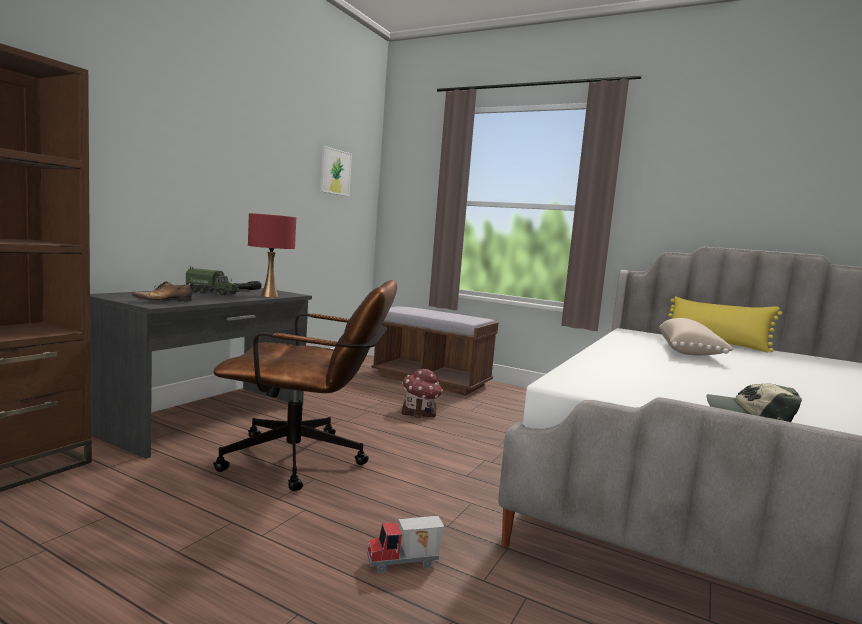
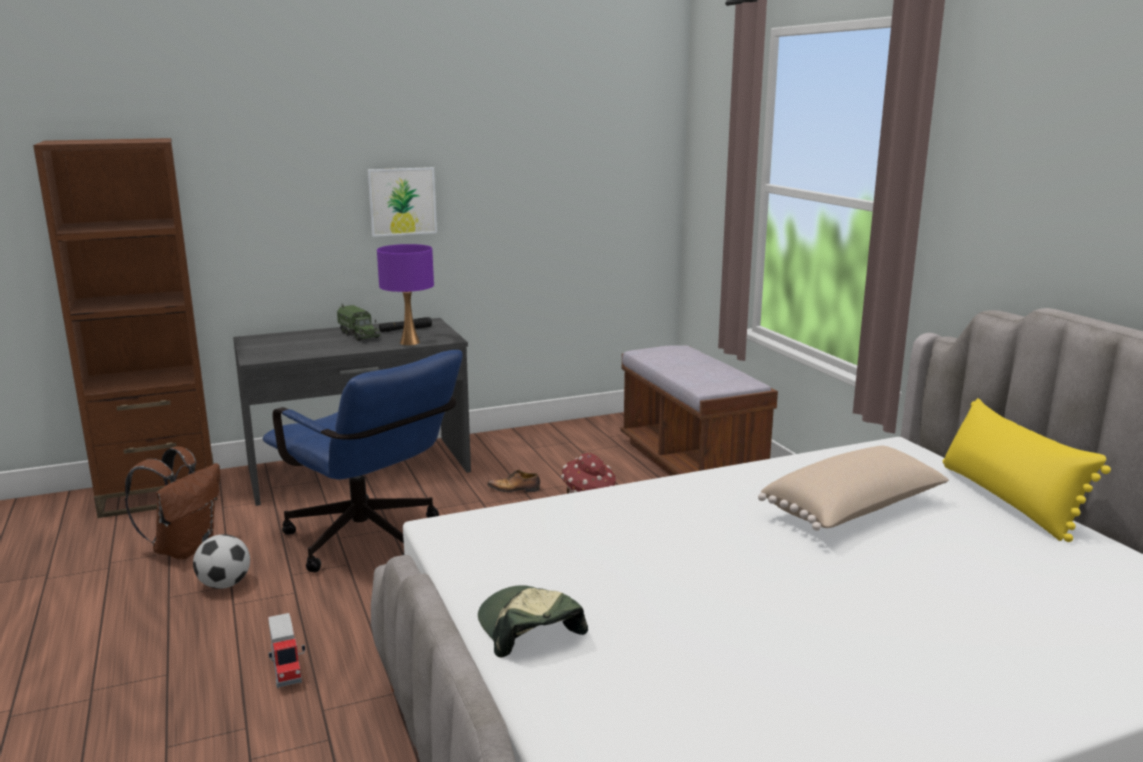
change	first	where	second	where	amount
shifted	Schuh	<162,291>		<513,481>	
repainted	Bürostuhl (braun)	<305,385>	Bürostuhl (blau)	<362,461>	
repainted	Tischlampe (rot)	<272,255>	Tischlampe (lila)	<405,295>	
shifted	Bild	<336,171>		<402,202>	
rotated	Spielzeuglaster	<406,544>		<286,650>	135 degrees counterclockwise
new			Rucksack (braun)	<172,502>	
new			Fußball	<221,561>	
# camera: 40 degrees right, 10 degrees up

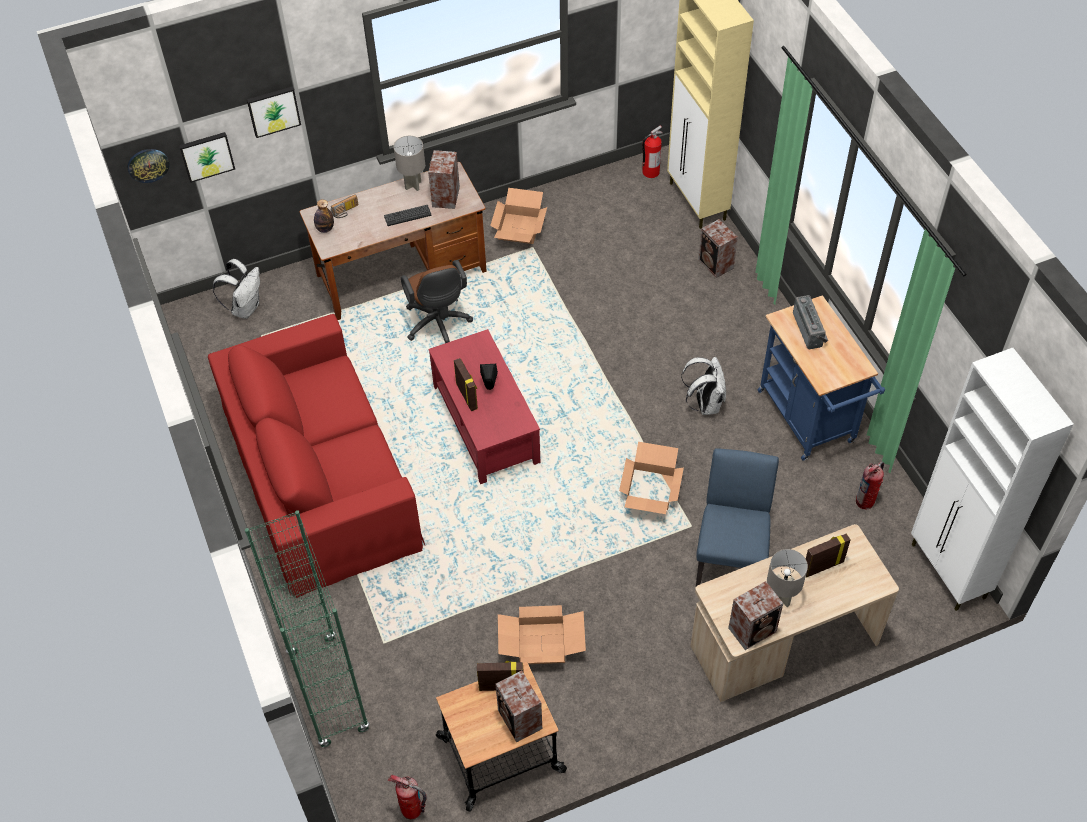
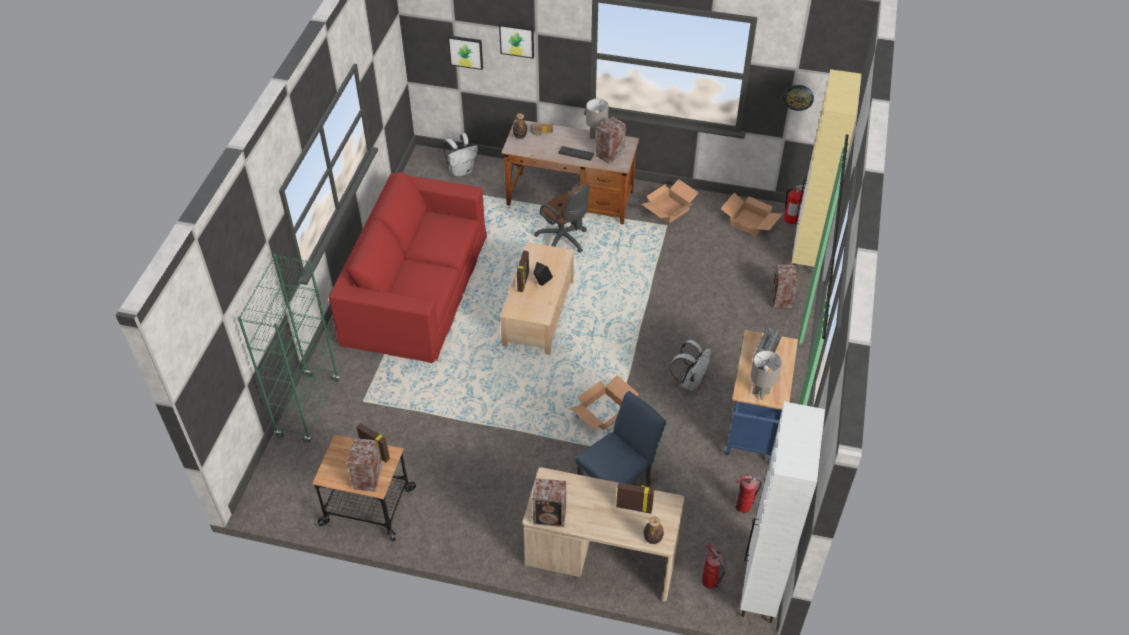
change	first	where	second	where	amount
shifted	Wanduhr	<149,166>		<798,98>	
shifted	Feuerlöscher	<407,797>		<713,566>	
rotated	Bürostuhl (braun)	<437,301>		<562,217>	60 degrees counterclockwise
repainted	Couchtisch (rot)	<484,406>	Couchtisch (beige)	<537,298>	
shifted	Karton	<542,634>		<751,214>	
shifted	Tischlampe (grau)	<787,578>		<766,375>	
new			Flasche	<654,530>	
# camera: 35 degrees right, 5 degrees down

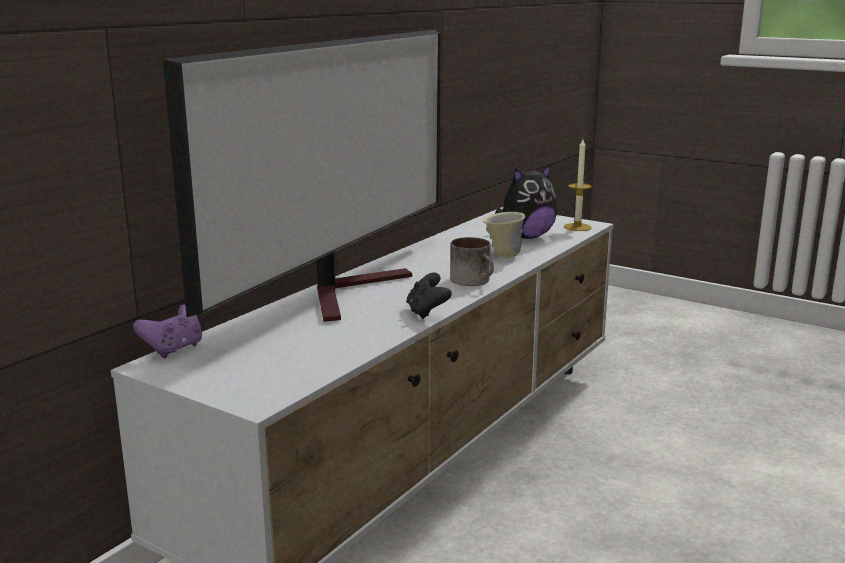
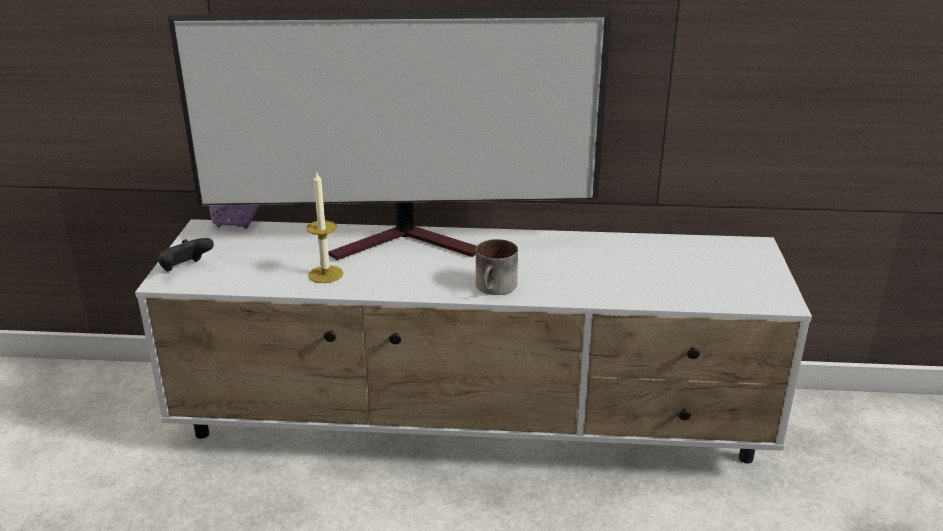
change	first	where	second	where	amount
shifted	Gamepad (schwarz)	<429,295>		<186,254>	
gone	Henkelbecher (beige)	<504,235>			
gone	Plüschtier	<526,201>			
shifted	Kerze	<578,185>		<324,227>	
# camera: 60 degrees right, 10 degrees up

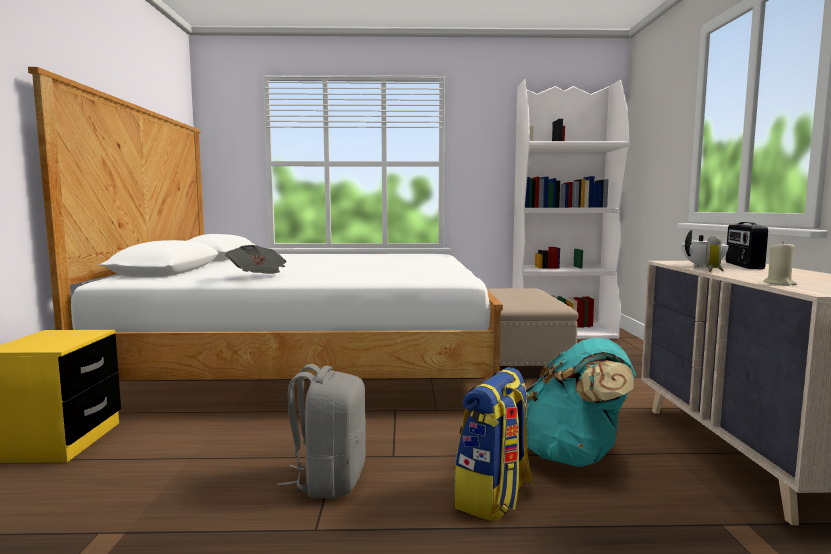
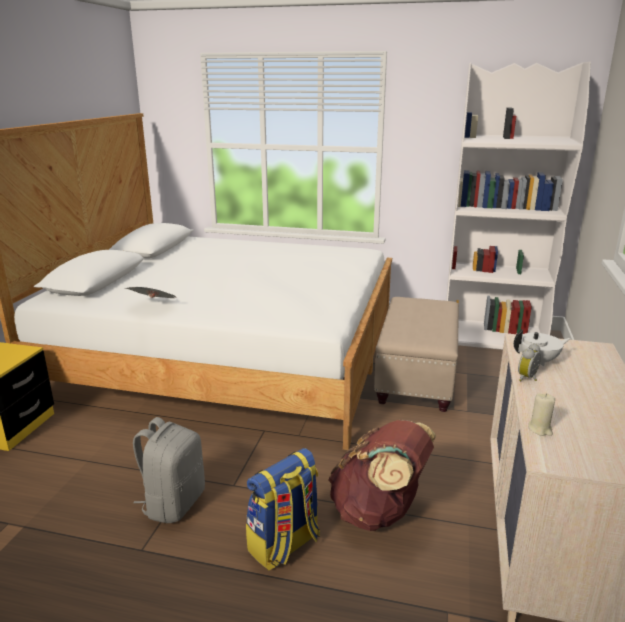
change	first	where	second	where	amount
repainted	Rucksack (türkis)	<581,402>	Rucksack (braun)	<382,475>	
gone	Radio	<747,245>			
# camera: 15 degrees right, 15 degrees up

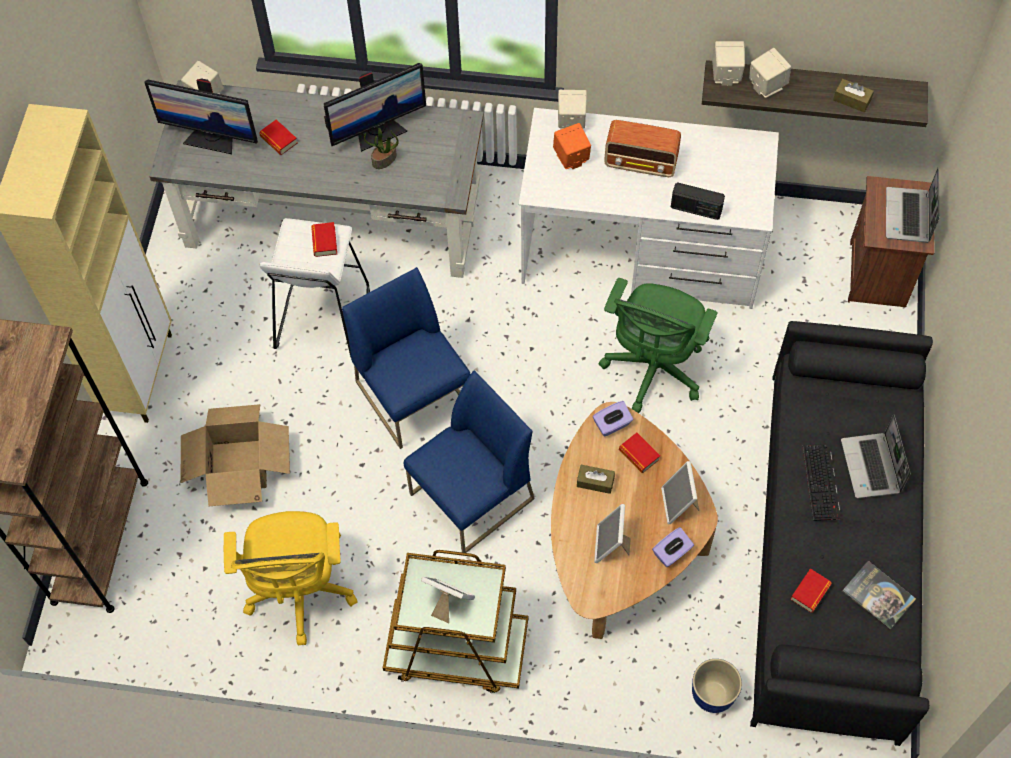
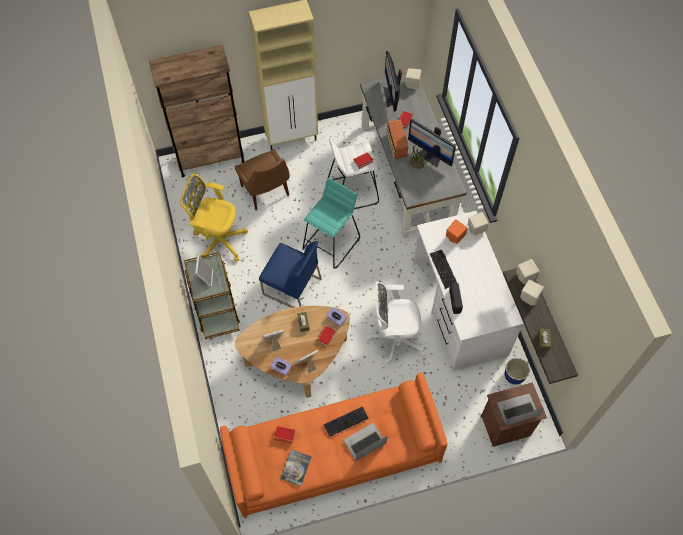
change	first	where	second	where	amount
swapped	Karton	<235,455>	Stuhl (braun)	<262,179>	
rotated	Bürostuhl (gelb)	<291,578>		<214,217>	45 degrees clockwise
swapped	Stuhl (blau)	<406,358>	Hocker (türkis)	<331,223>	
repainted	Bürostuhl (grün)	<658,345>	Bürostuhl (weiß)	<396,322>	
shifted	Radio	<642,148>		<397,139>	
shifted	Pflanzkübel	<717,686>		<517,371>	
repainted	Sofa (schwarz)	<841,533>	Sofa (orange)	<334,445>	
new			Tastatur	<443,269>	
# camera: 65 degrees right, 0 degrees up

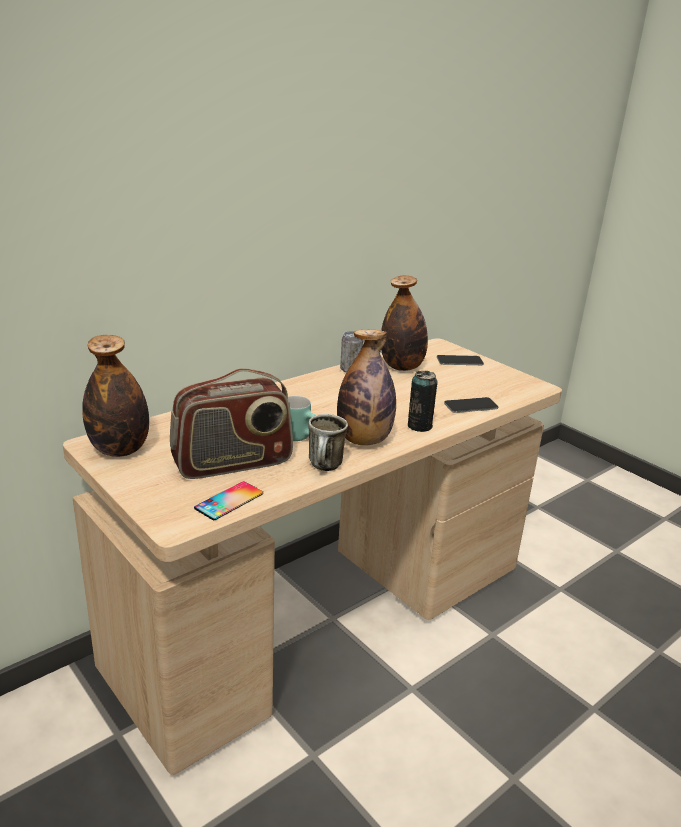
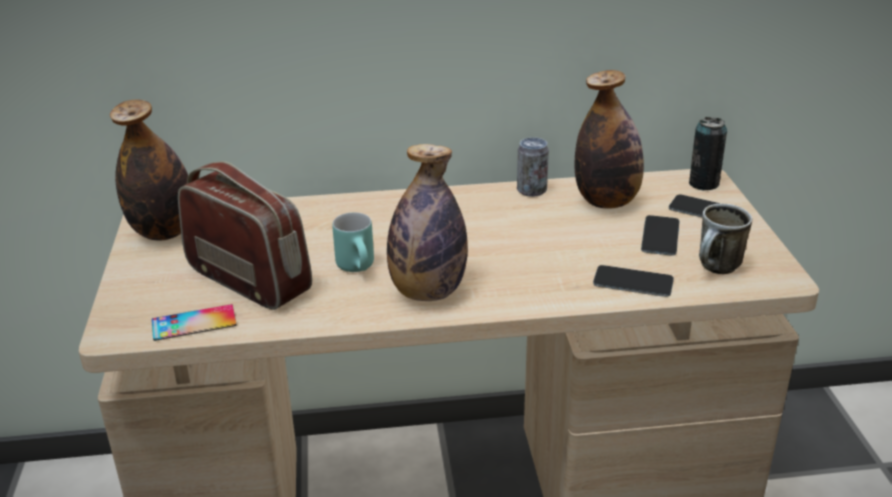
change	first	where	second	where	amount
rotated	Radio	<231,423>		<245,235>	150 degrees counterclockwise
shifted	Henkelbecher	<328,442>		<725,238>	
shifted	Dose	<423,401>		<708,153>	
new			Handy	<660,235>	
# camera: 35 degrees right, 5 degrees up

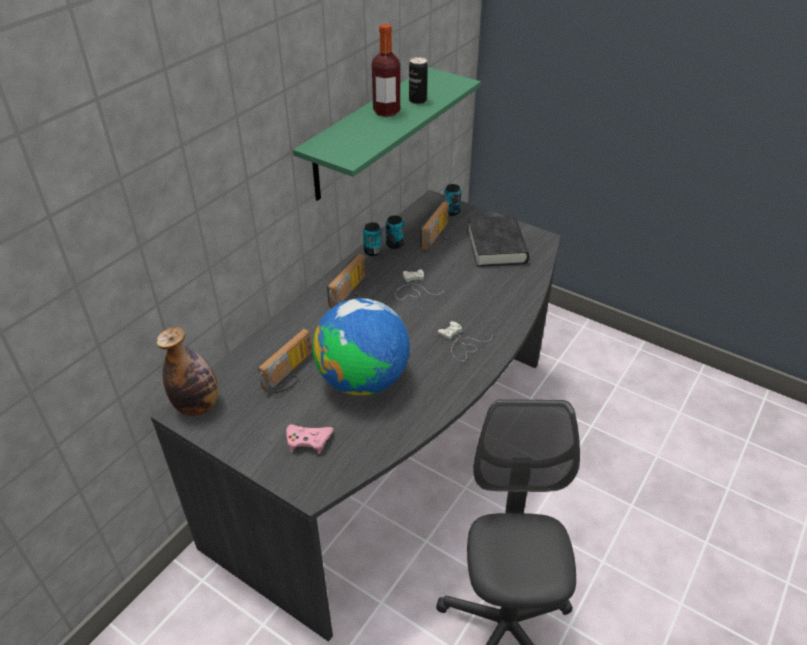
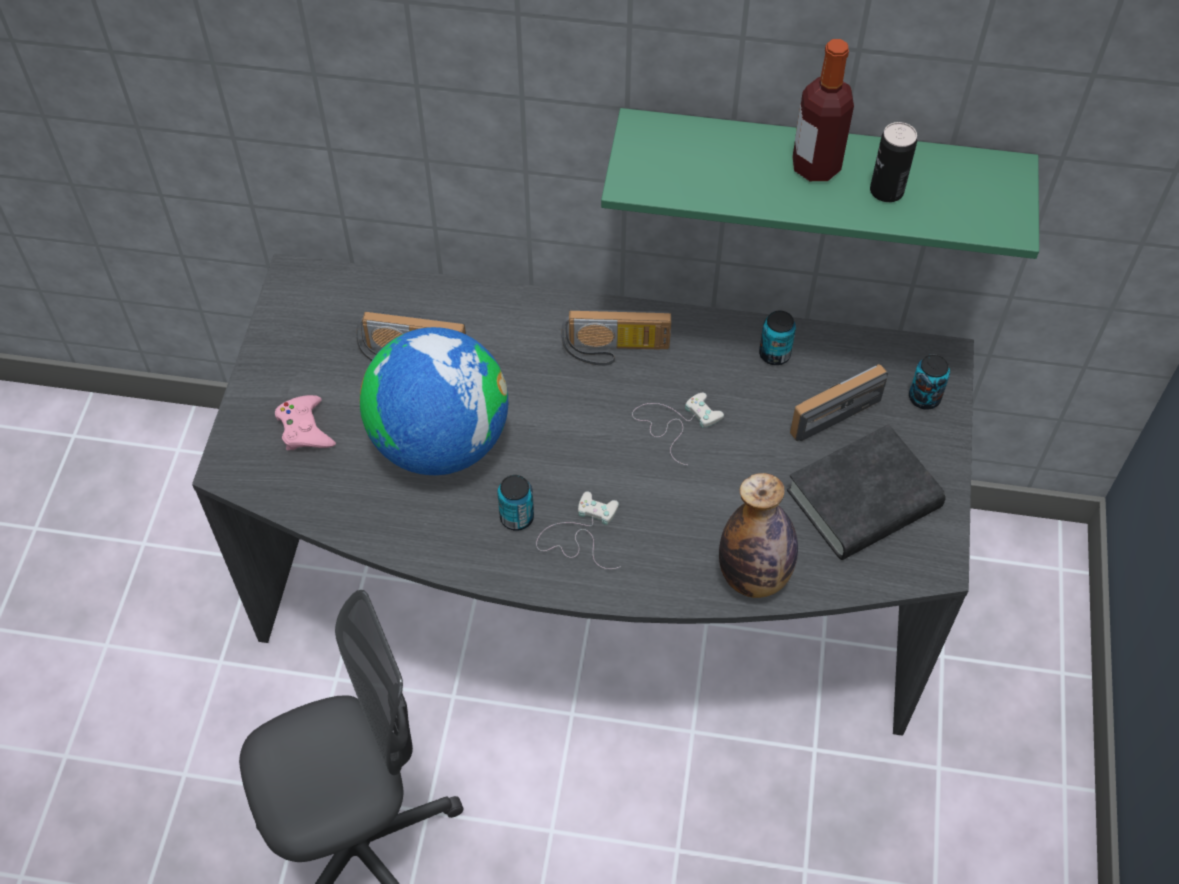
change	first	where	second	where	amount
shifted	Flasche	<187,371>		<758,535>	
shifted	Dose	<372,239>		<515,503>	
rotated	Radio	<434,225>		<839,402>	150 degrees clockwise
# camera: 65 degrees right, 15 degrees up

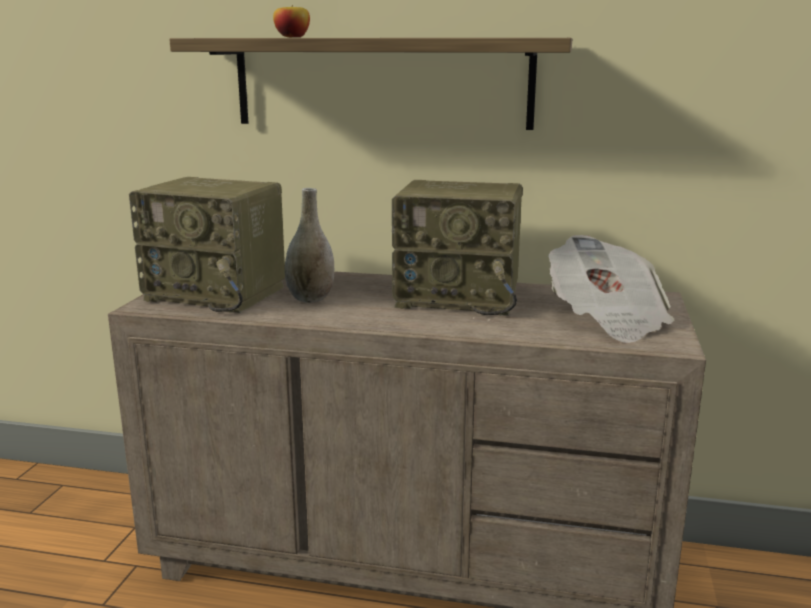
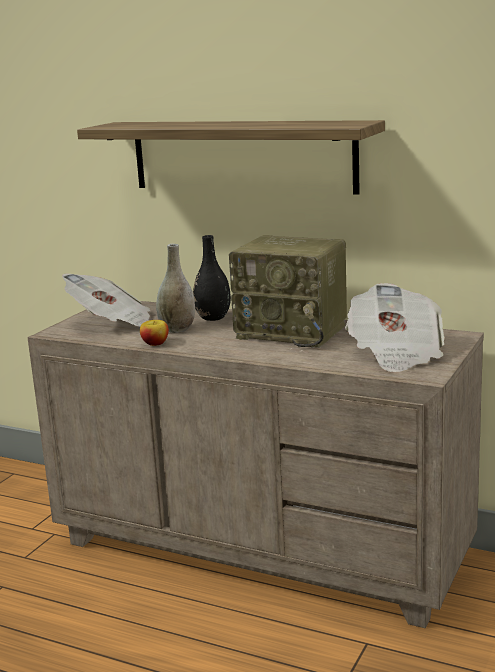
change	first	where	second	where	amount
swapped	Radio	<207,245>	Zeitung	<106,300>	
shifted	Apfel	<291,21>		<154,333>	
new			Vase (schwarz)	<212,278>	
# camera: 15 degrees right, 0 degrees up

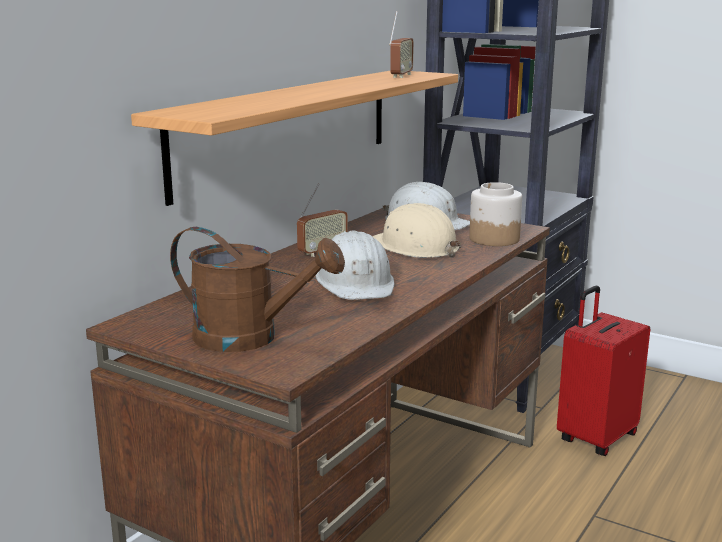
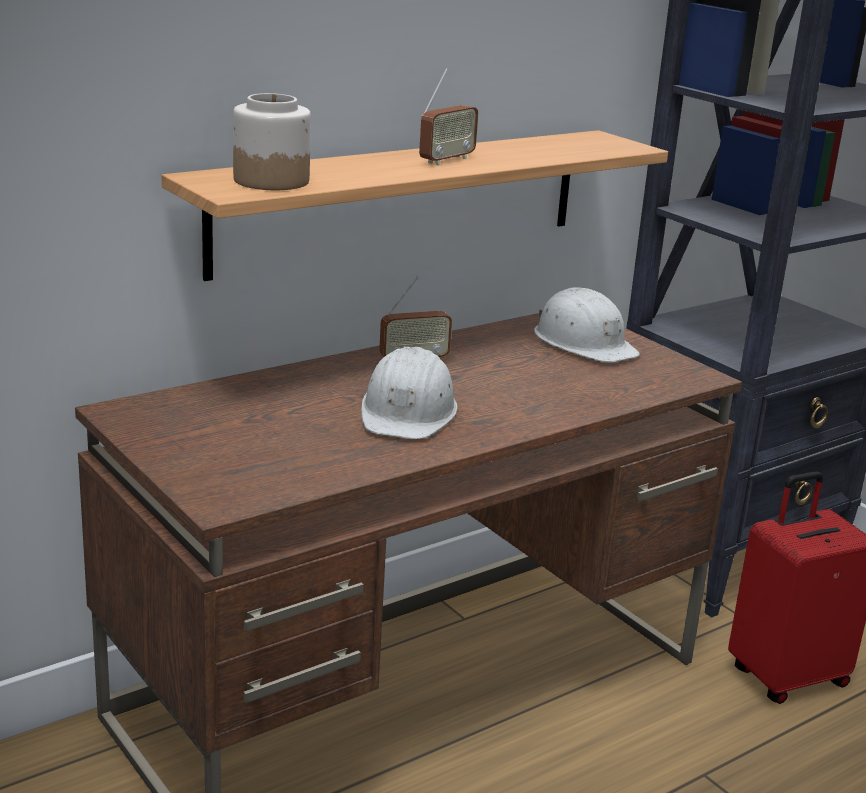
change	first	where	second	where	amount
gone	Gießkanne (braun)	<257,289>			
gone	Schutzhelm (beige)	<416,230>			
shifted	Radio	<401,44>		<448,117>	
shifted	Vorratsglas	<495,214>		<272,141>	
# camera: 20 degrees right, 5 degrees up

